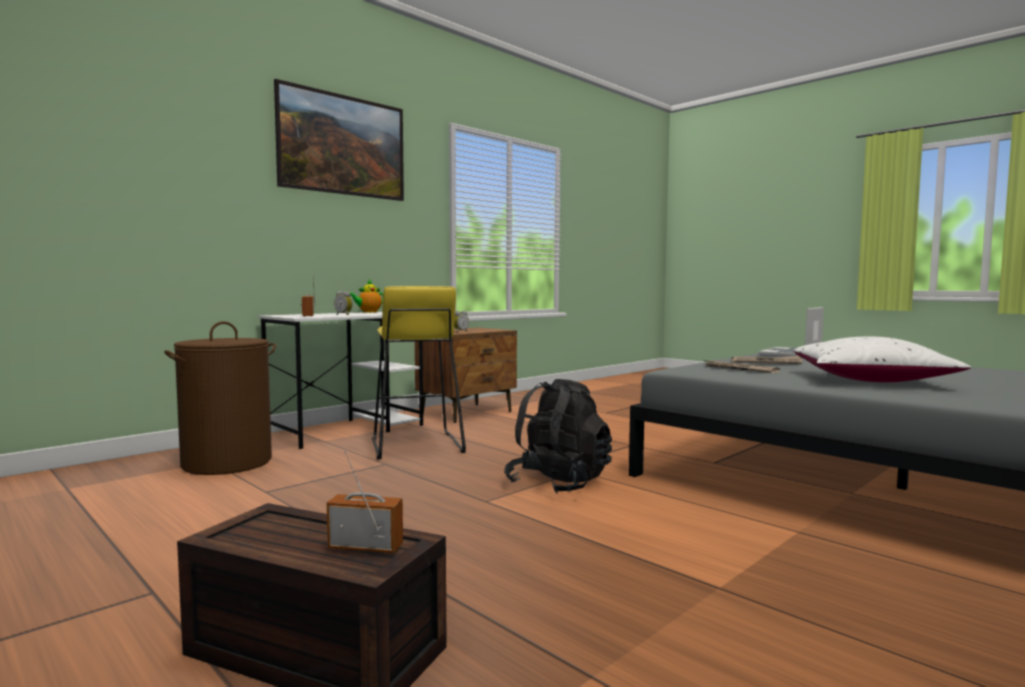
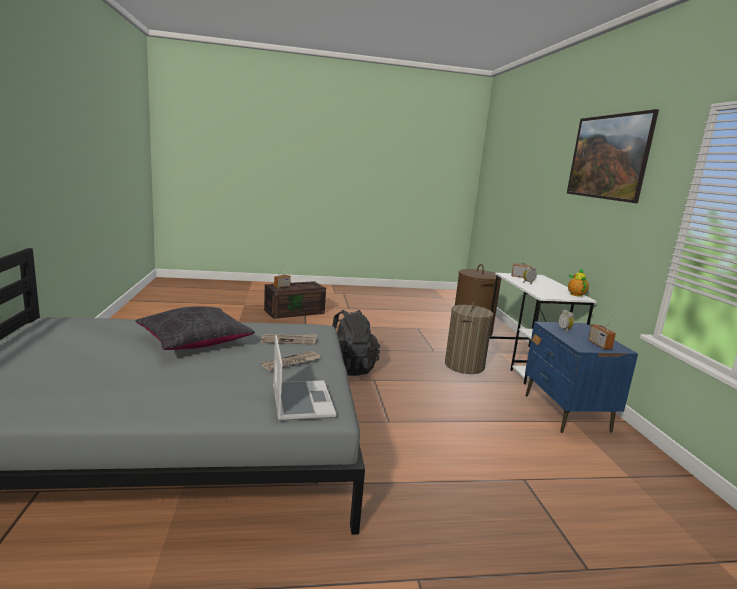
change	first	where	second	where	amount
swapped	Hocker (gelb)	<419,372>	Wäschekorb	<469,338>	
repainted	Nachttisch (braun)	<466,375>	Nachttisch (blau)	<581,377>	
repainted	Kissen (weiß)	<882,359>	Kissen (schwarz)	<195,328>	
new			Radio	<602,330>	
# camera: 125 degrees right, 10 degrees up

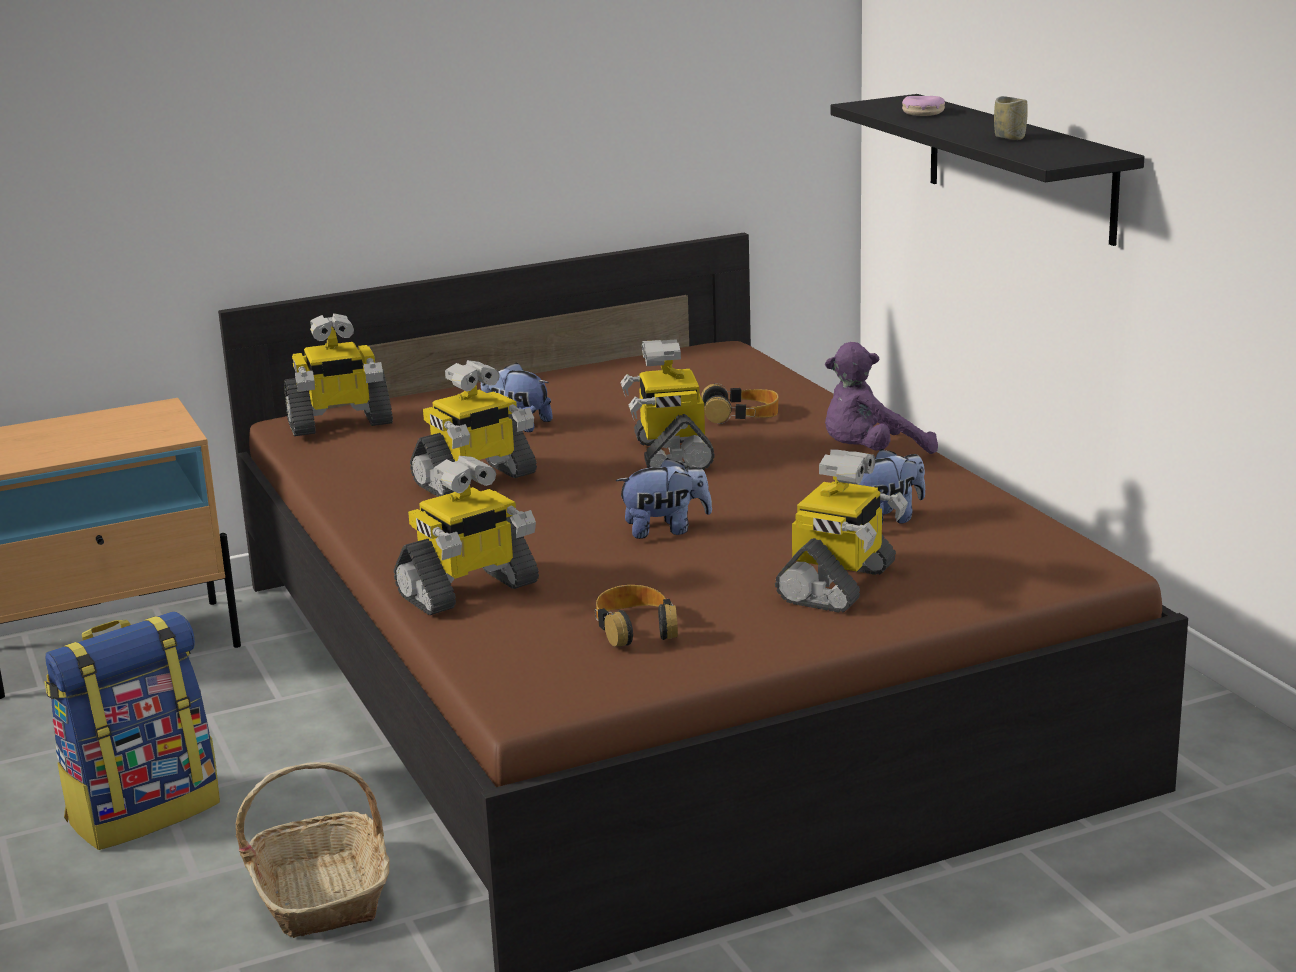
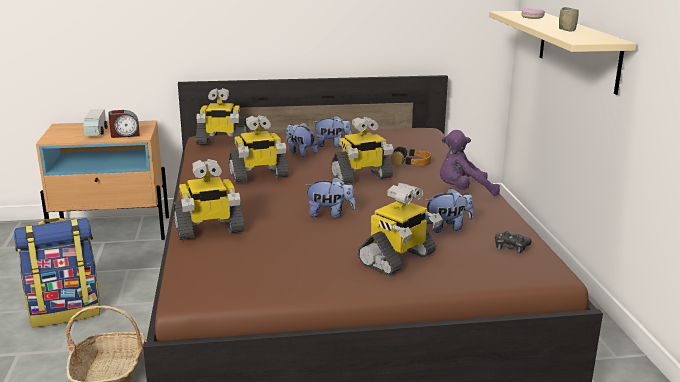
change	first	where	second	where	amount
gone	Kopfhörer	<636,616>			
rotated	Spielzeugroboter	<667,404>		<362,150>	120 degrees counterclockwise
repainted	Wandregal (schwarz)	<987,170>	Wandregal (beige)	<563,53>	
new			Spielzeuglaster	<95,122>	
new			Wecker	<124,124>	
new			Plüschtier	<333,131>	
new			Gamepad (schwarz)	<513,242>	
# camera: 15 degrees right, 0 degrees up

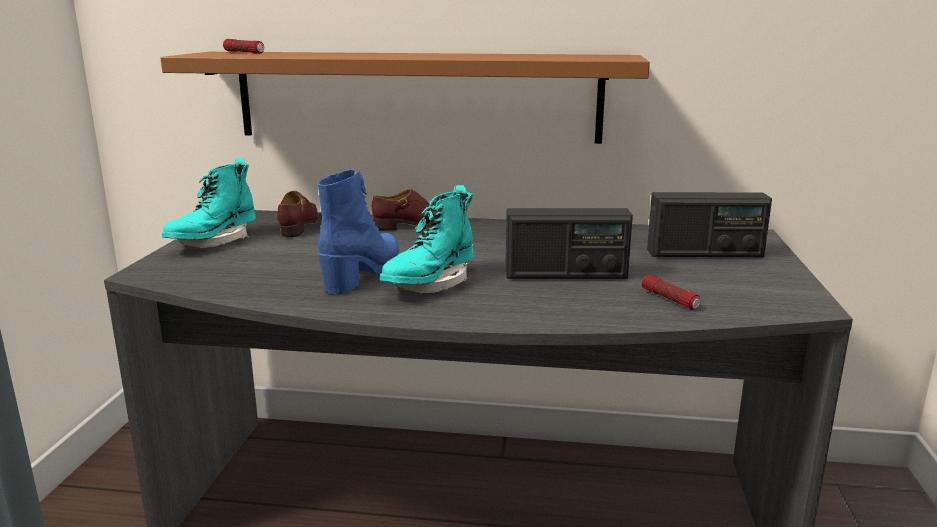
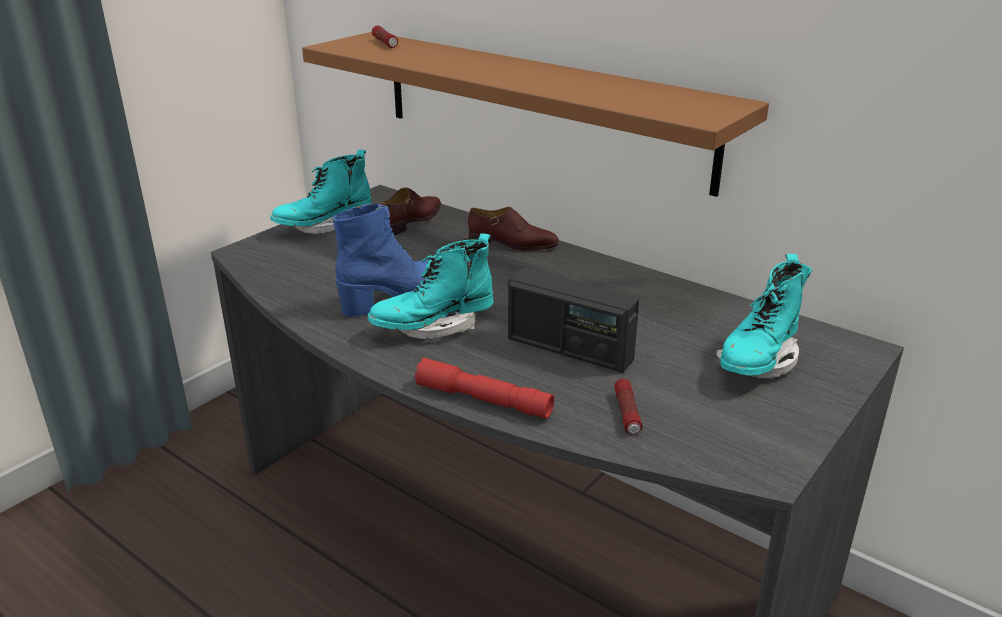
change	first	where	second	where	amount
swapped	Radio	<709,224>	Stiefel (türkis)	<764,316>	
new			Taschenlampe (rot)	<484,388>	
# camera: 30 degrees right, 10 degrees up

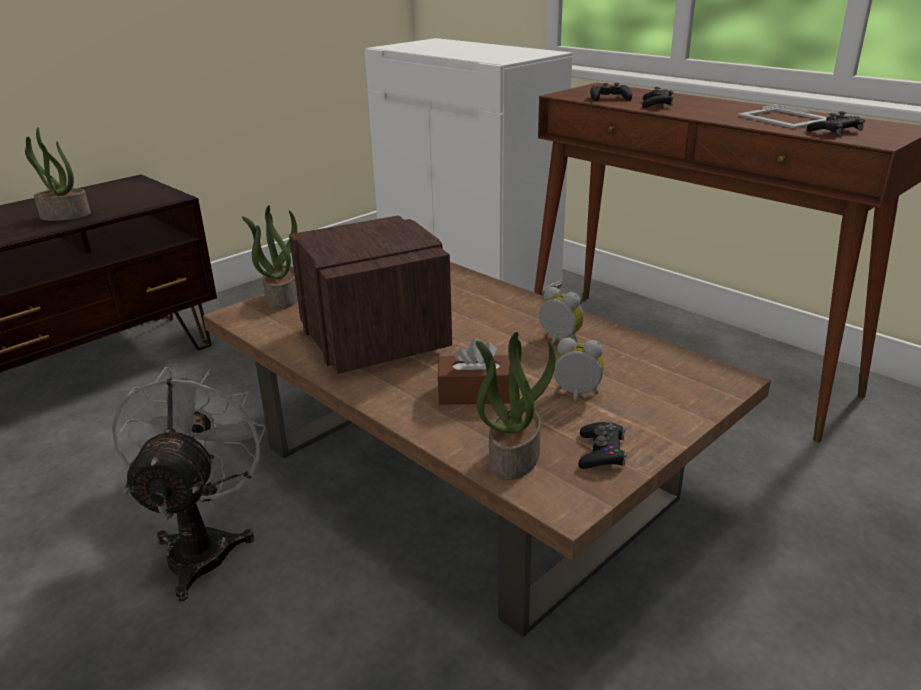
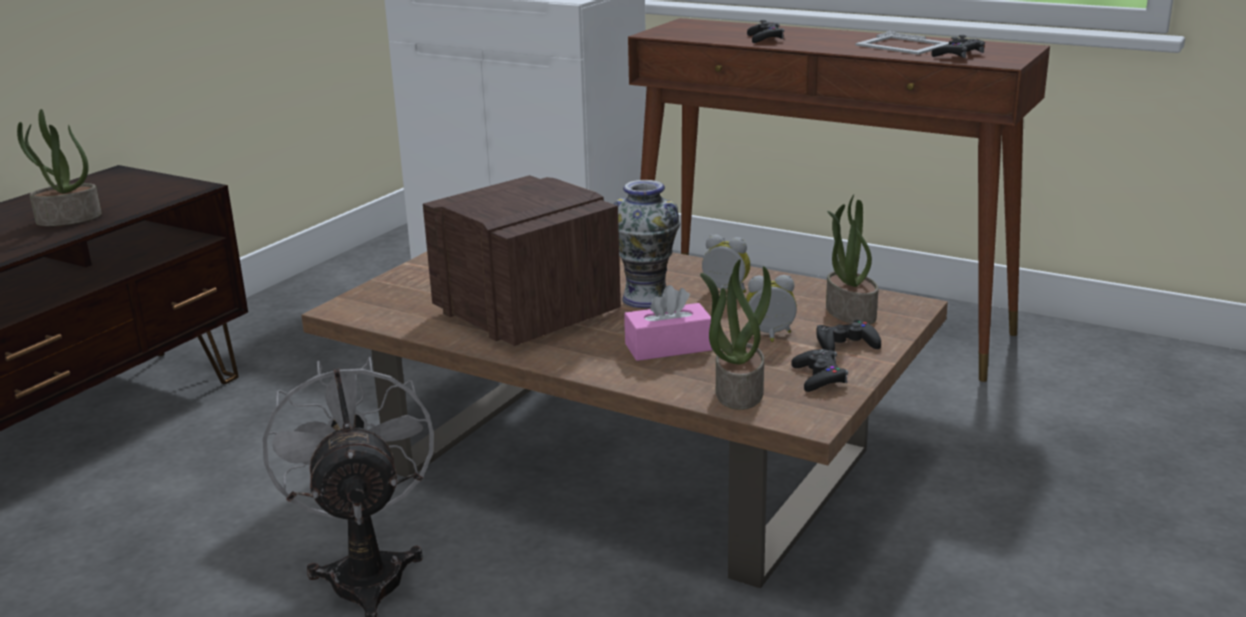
change	first	where	second	where	amount
shifted	Topfpflanze	<270,257>		<852,260>	
repainted	Taschentuchbox (braun)	<473,371>	Taschentuchbox (rosa)	<668,323>	
shifted	Gamepad (schwarz)	<611,92>		<848,335>	
new			Vase	<647,244>	
# camera: 15 degrees left, 5 degrees down

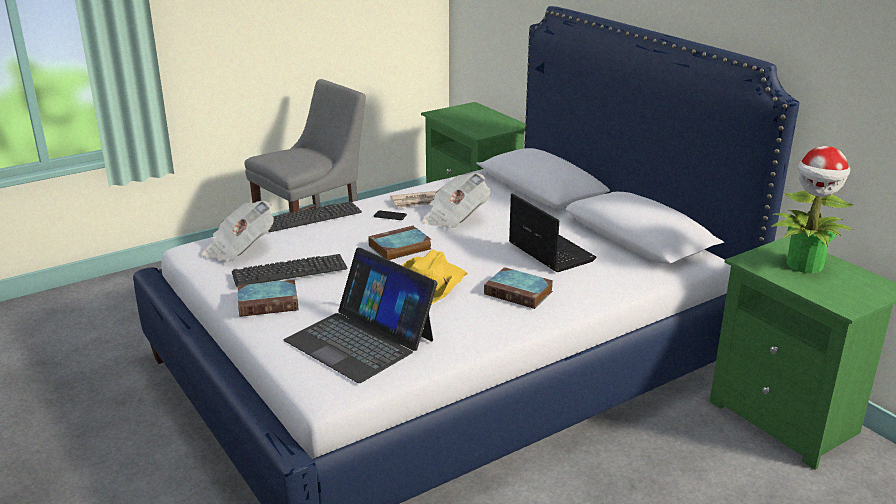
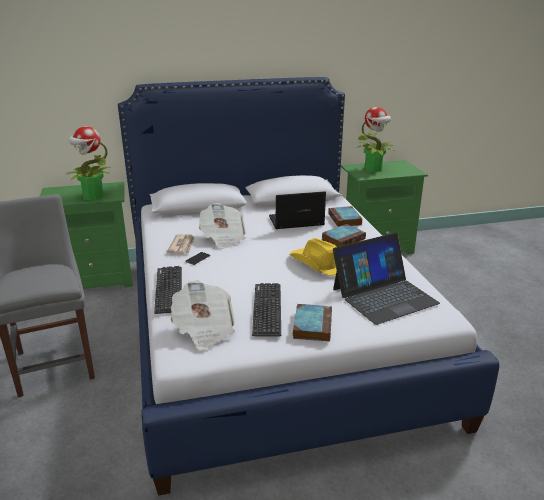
change	first	where	second	where	amount
shifted	Buch	<399,243>		<345,216>	
new			Topfpflanze	<88,163>	
# camera: 70 degrees left, 0 degrees up

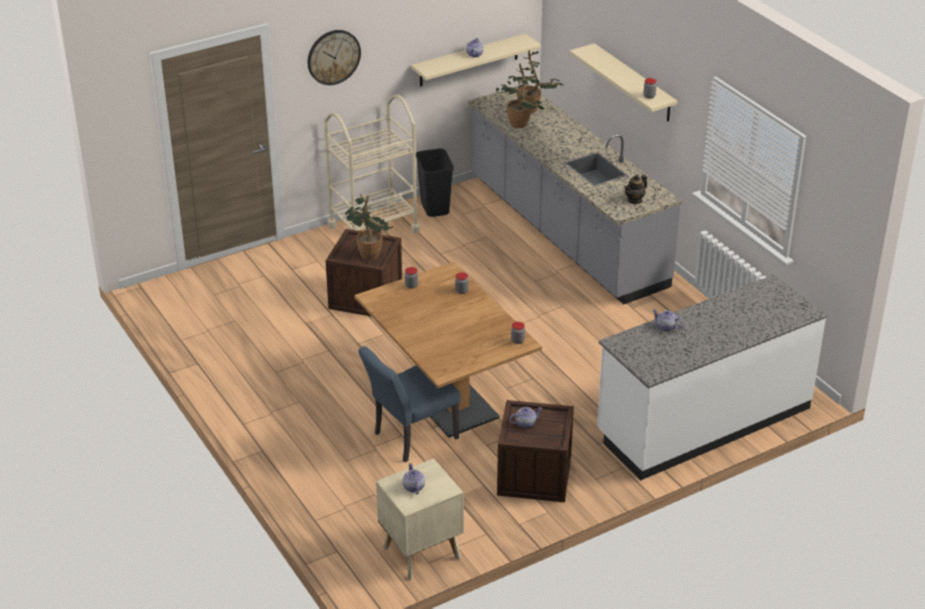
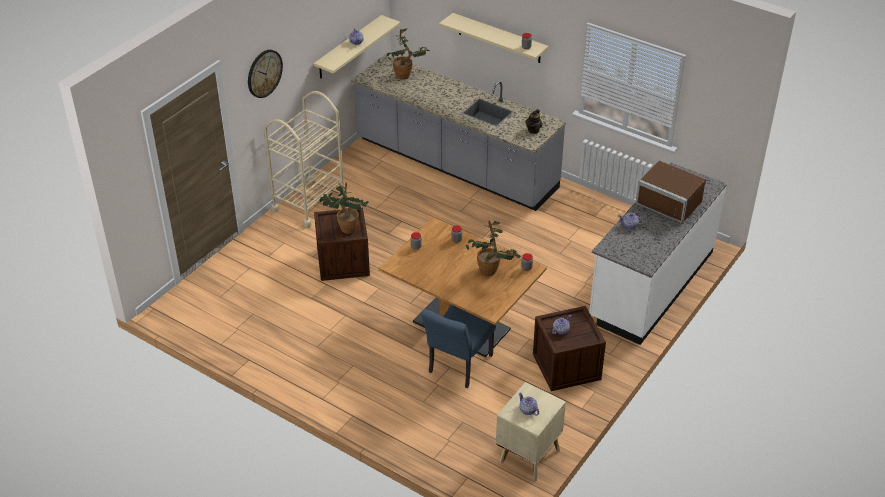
change	first	where	second	where	amount
gone	Mülleimer (schwarz)	<435,182>			
shifted	Topfpflanze	<520,96>		<493,248>	
new			Mikrowelle (braun)	<671,192>	
# camera: 25 degrees left, 5 degrees up

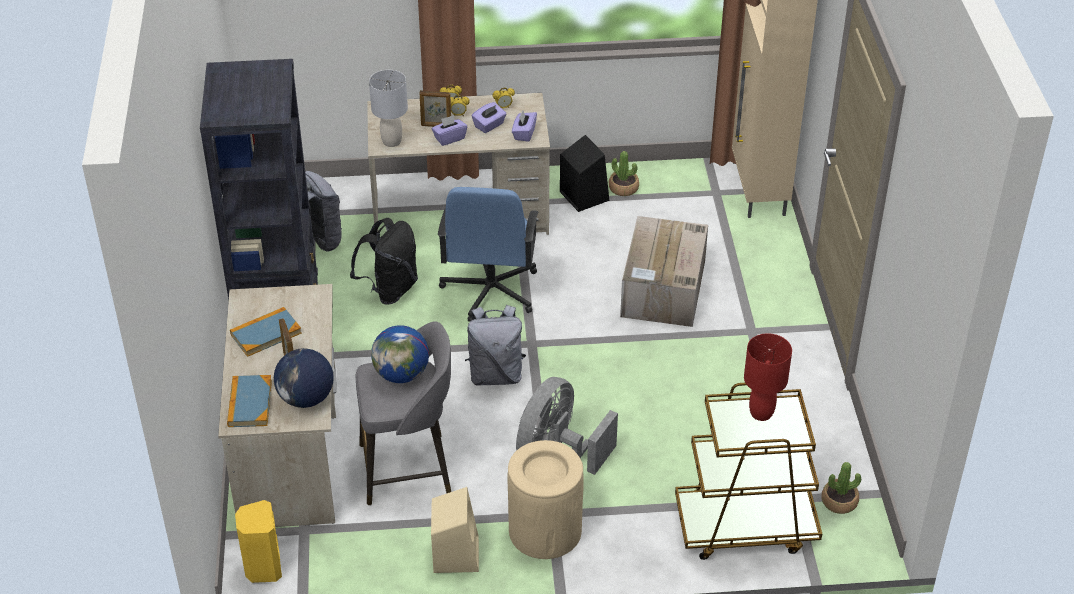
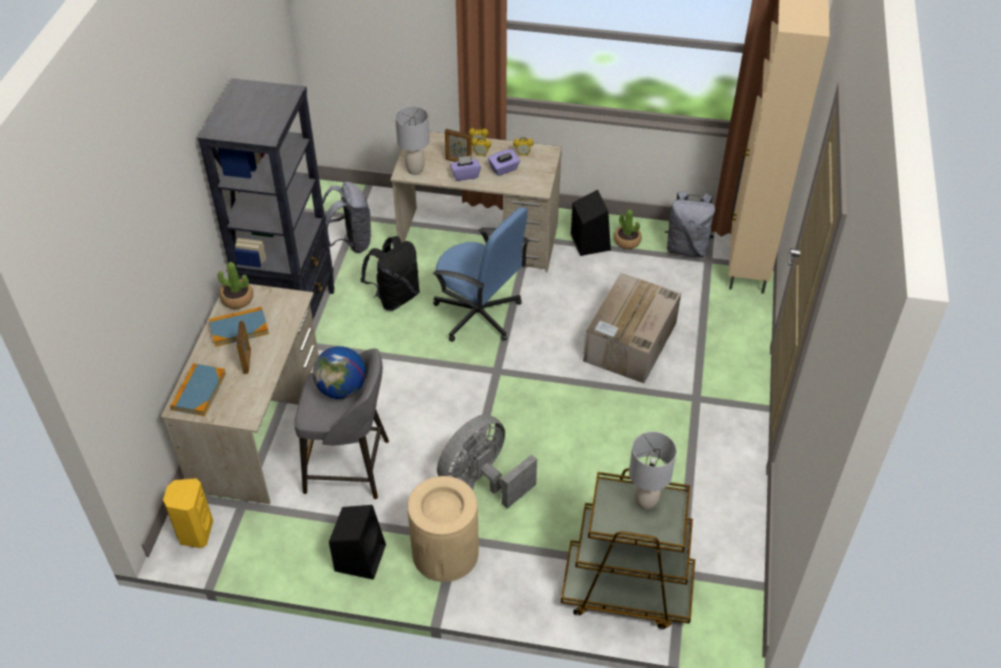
change	first	where	second	where	amount
gone	Globus	<304,378>			
repainted	Lautsprecher (beige)	<455,530>	Lautsprecher (schwarz)	<357,542>	
rotated	Bürostuhl (blau)	<488,254>		<481,274>	75 degrees counterclockwise
shifted	Rucksack (grau)	<495,345>		<690,224>	
gone	Taschentuchbox (lila)	<524,126>			
repainted	Tischlampe (rot)	<768,377>	Tischlampe (grau)	<653,470>	
shifted	Topfpflanze	<841,488>		<235,285>	
# camera: 15 degrees right, 5 degrees up

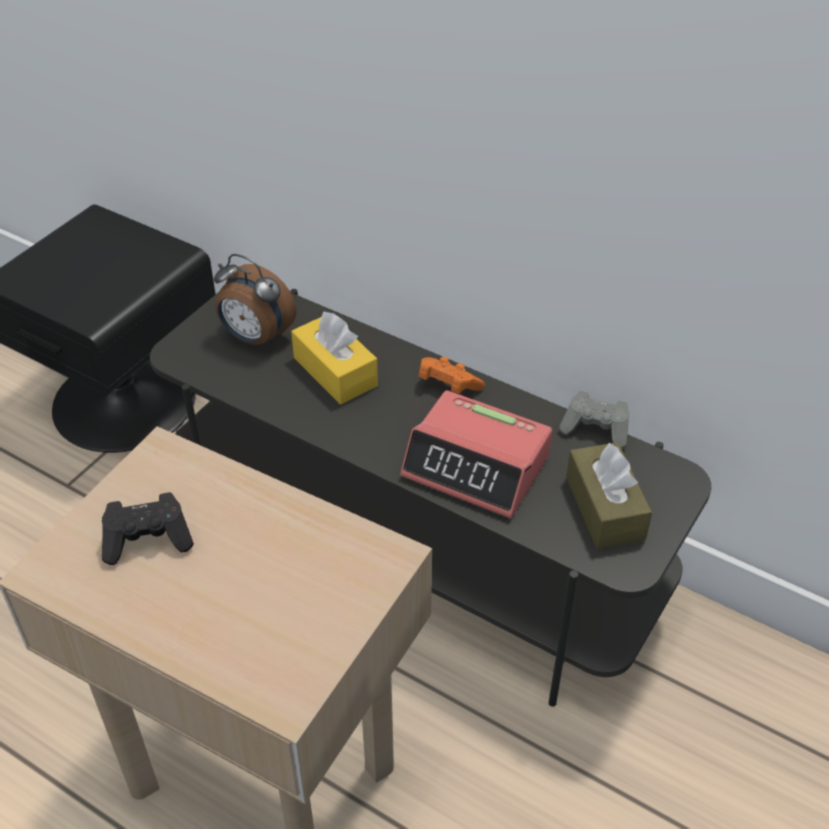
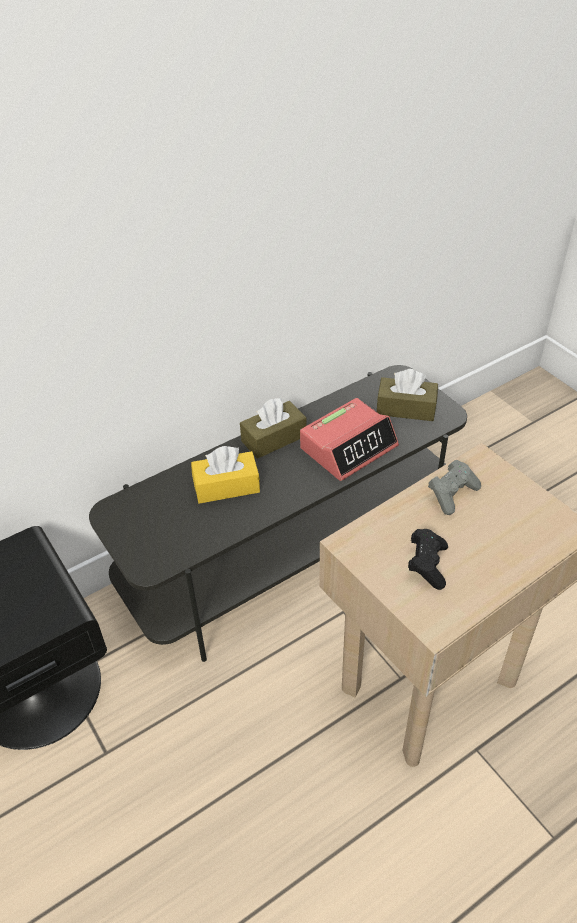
change	first	where	second	where	amount
gone	Wecker	<255,300>			
swapped	Gamepad (orange)	<451,375>	Taschentuchbox (braun)	<273,428>	
shifted	Gamepad (grau)	<594,420>		<454,487>	
# camera: 65 degrees left, 0 degrees up

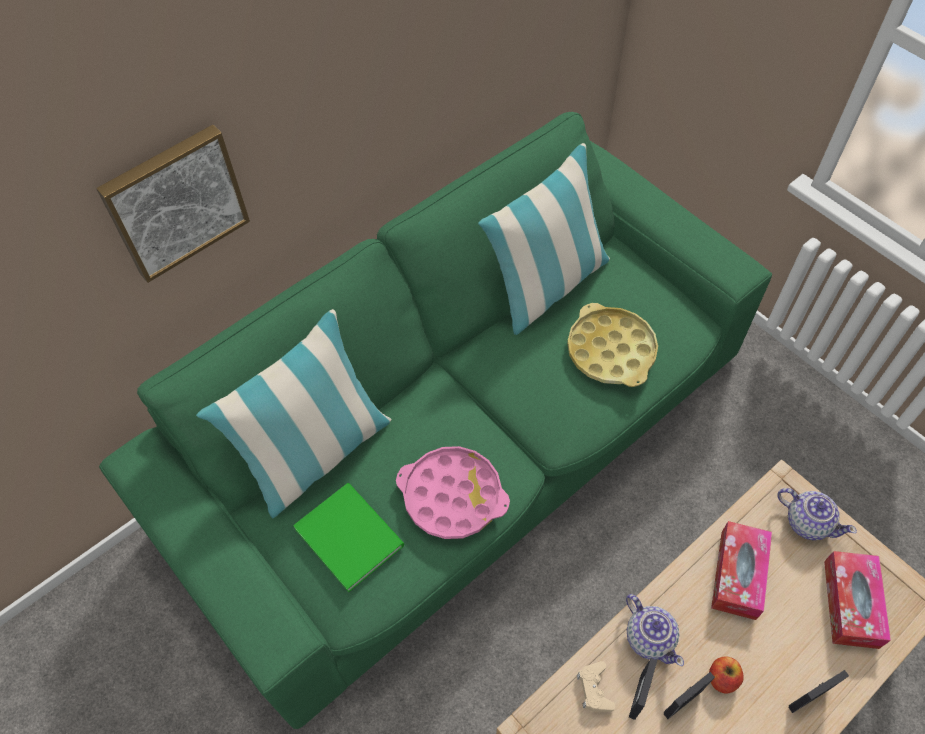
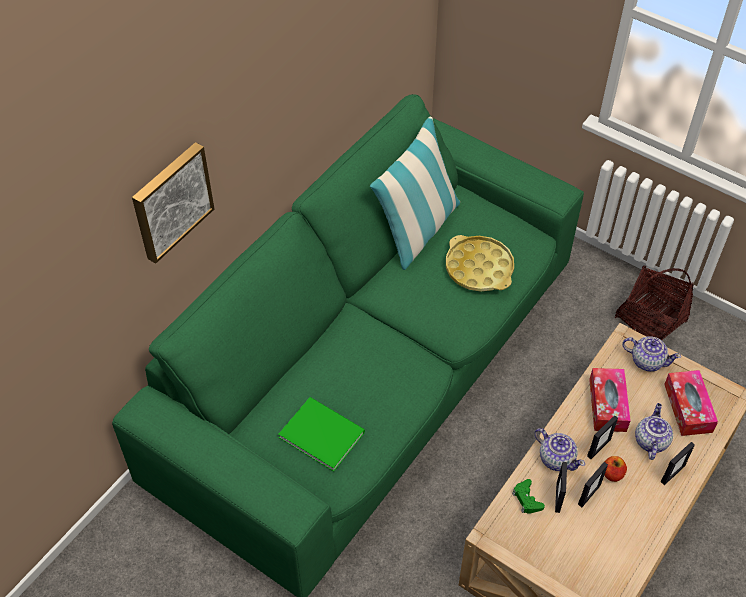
change	first	where	second	where	amount
gone	Kissen	<293,413>			
gone	Tablett (rosa)	<453,492>			
repainted	Gamepad (beige)	<596,686>	Gamepad (grün)	<528,496>	
new			Bilderrahmen	<602,437>	
new			Korb	<654,302>	
new			Teekanne	<654,431>	
# camera: 15 degrees left, 5 degrees down

